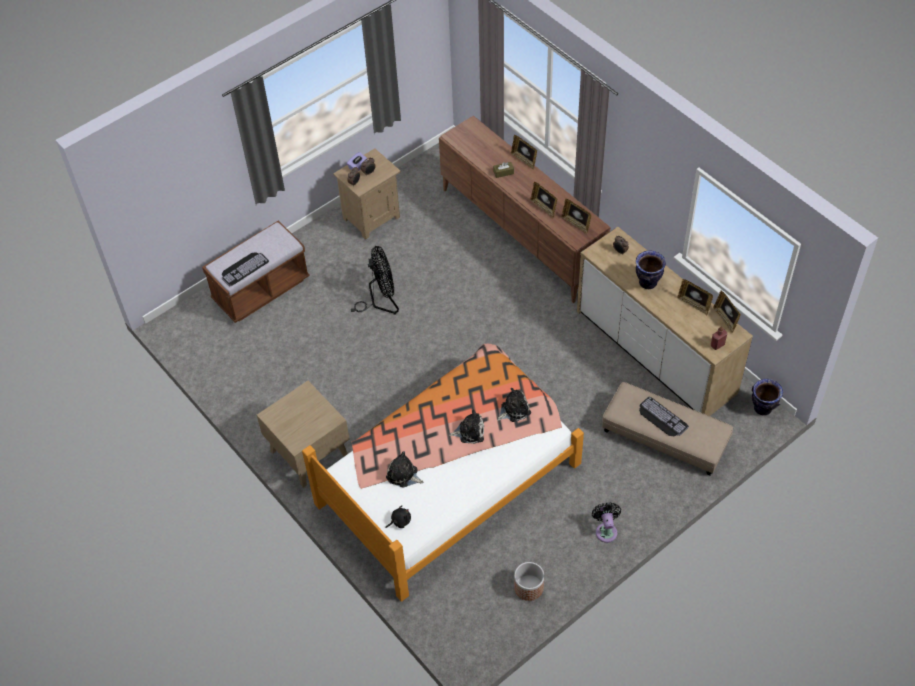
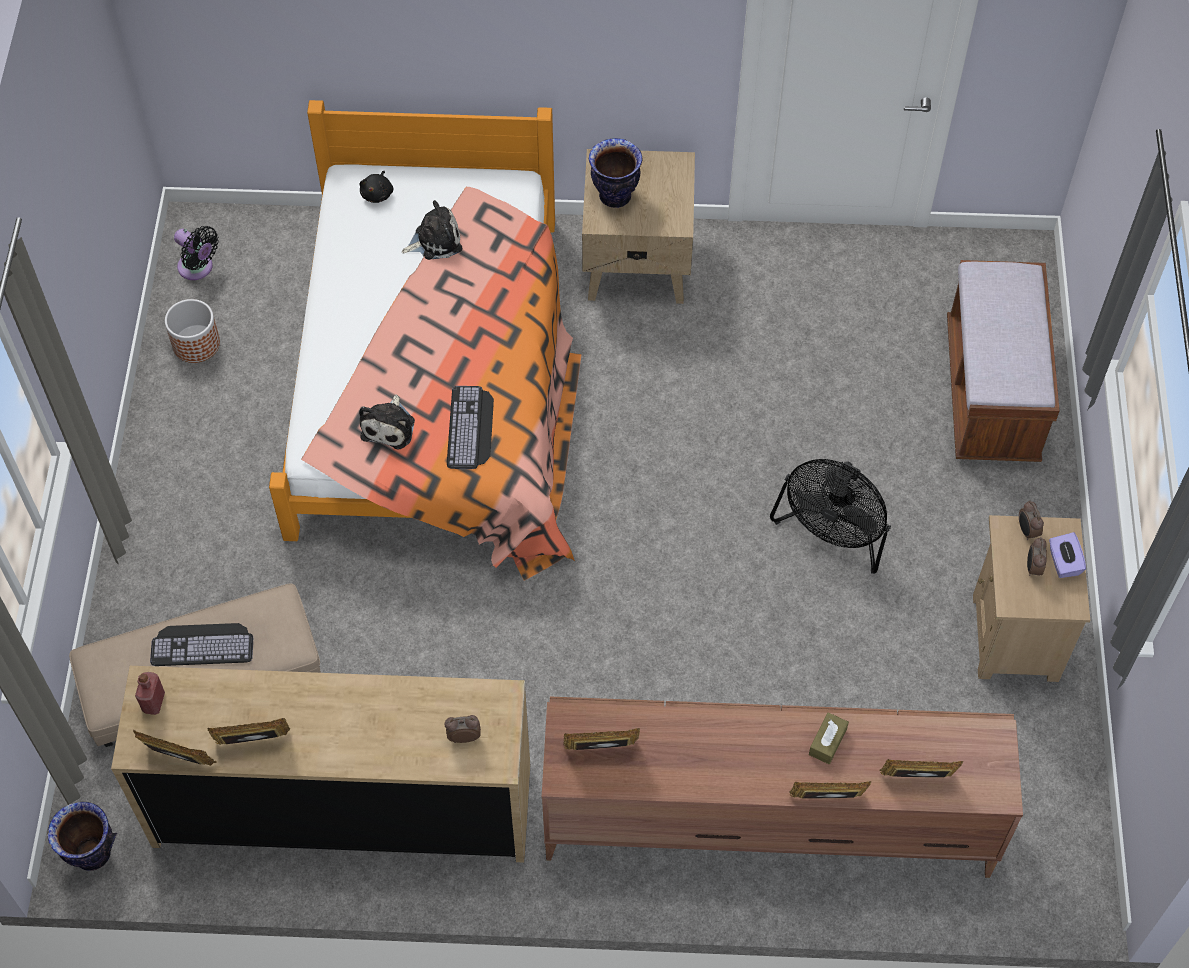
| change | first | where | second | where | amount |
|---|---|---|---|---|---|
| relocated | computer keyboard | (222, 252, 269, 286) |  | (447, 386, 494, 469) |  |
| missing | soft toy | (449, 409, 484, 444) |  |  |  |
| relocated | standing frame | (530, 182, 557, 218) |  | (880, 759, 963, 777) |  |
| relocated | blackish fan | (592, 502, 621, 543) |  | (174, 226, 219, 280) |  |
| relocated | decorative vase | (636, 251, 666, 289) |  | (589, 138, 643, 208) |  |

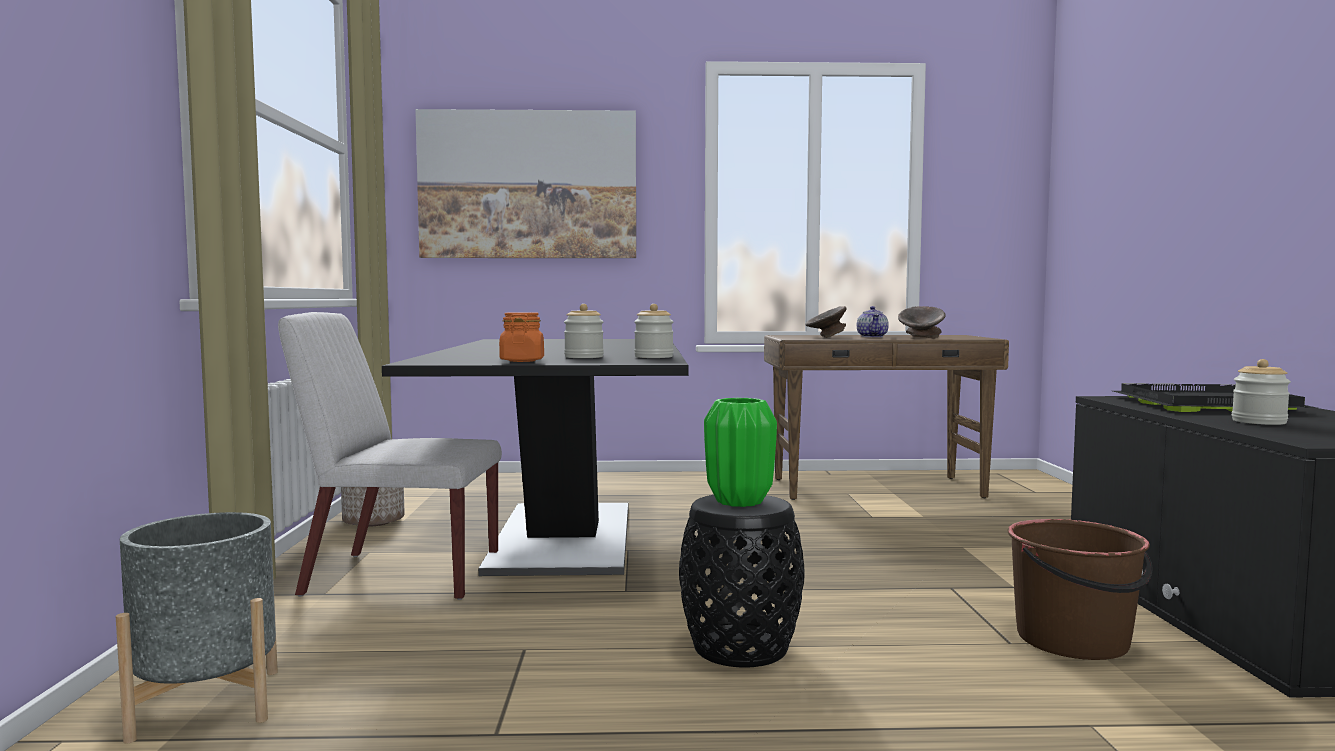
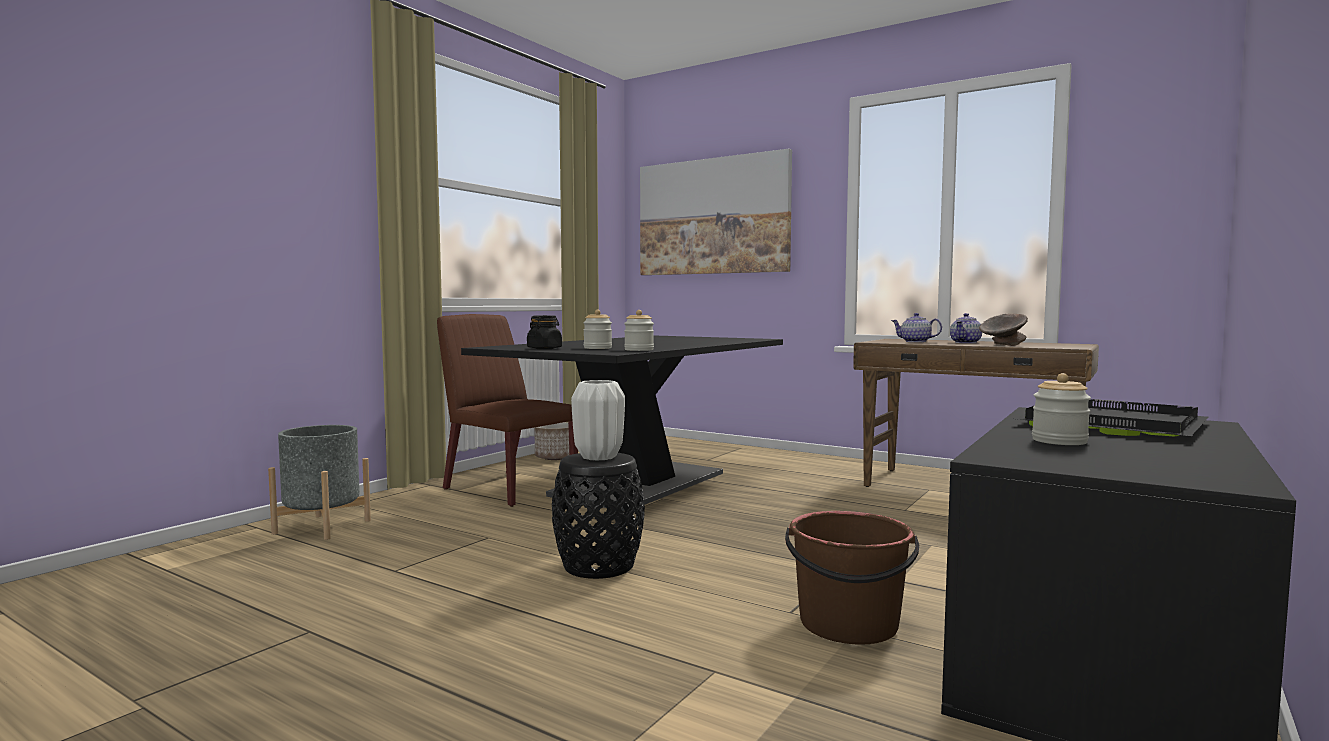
| change | first | where | second | where | amount |
|---|---|---|---|---|---|
| colour | white chair | (278, 312, 502, 600) | brown-coloured chair | (437, 314, 578, 507) |  |
| colour | orange-coloured jar | (499, 312, 544, 362) | blackish jar | (527, 315, 562, 349) |  |
| colour | green decorative vase | (704, 398, 777, 507) | white decorative vase | (571, 380, 625, 461) |  |
| exchanged | gray deep dish | (805, 306, 846, 338) | pot for tea | (891, 313, 942, 342) |  |

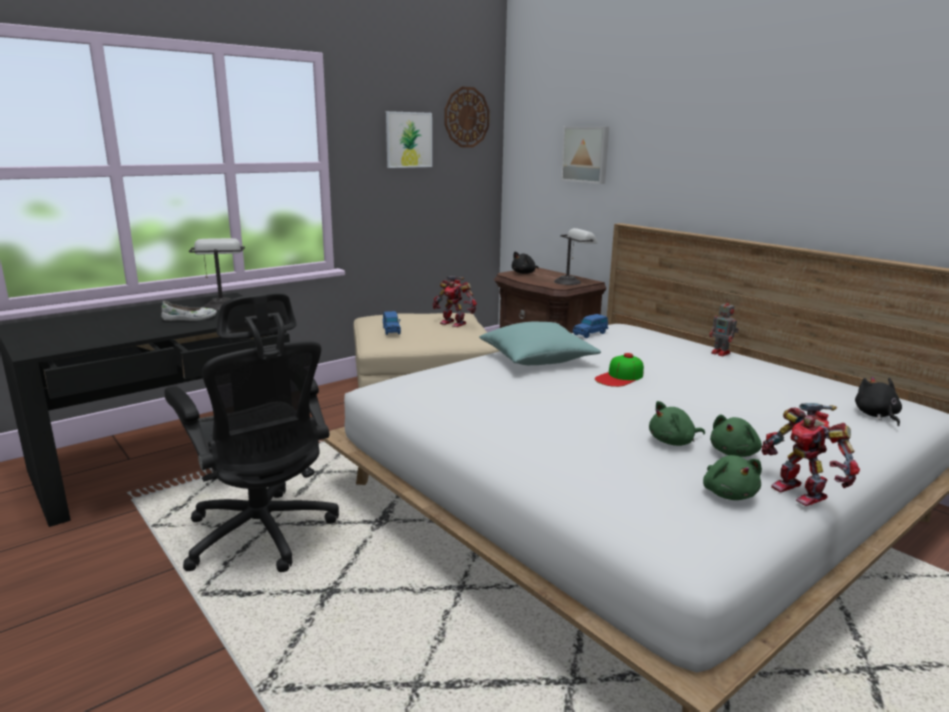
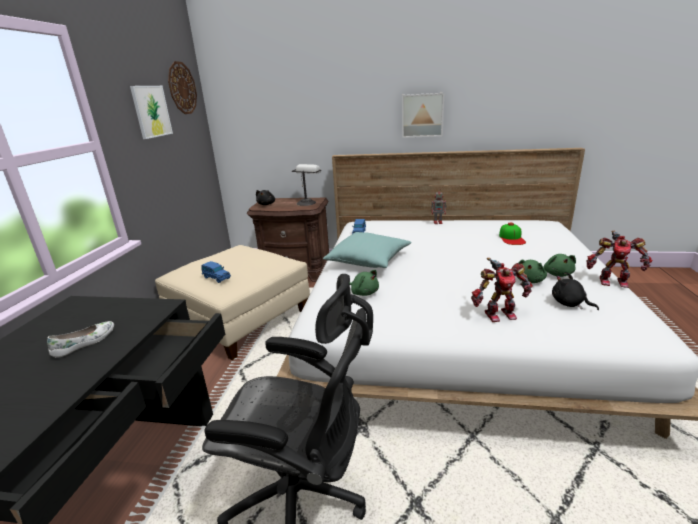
| change | first | where | second | where | amount |
|---|---|---|---|---|---|
| missing | tabletop lamp | (189, 238, 245, 310) |  |  |  |
| relocated | toy robot | (433, 276, 477, 327) |  | (471, 258, 532, 322) |  |
| relocated | wall picture | (561, 126, 609, 184) |  | (402, 93, 444, 138) |  |
| relocated | peaked cap | (595, 353, 644, 387) |  | (499, 223, 526, 245) |  |
| relocated | green soft toy | (703, 455, 762, 500) |  | (349, 270, 379, 296) |  |
| relocated | blackish soft toy | (855, 377, 902, 426) |  | (552, 273, 599, 310) |  |

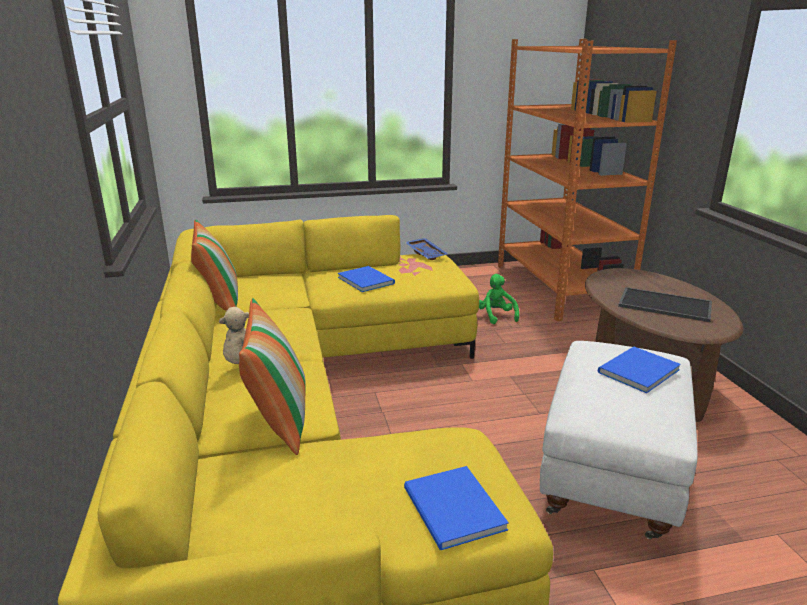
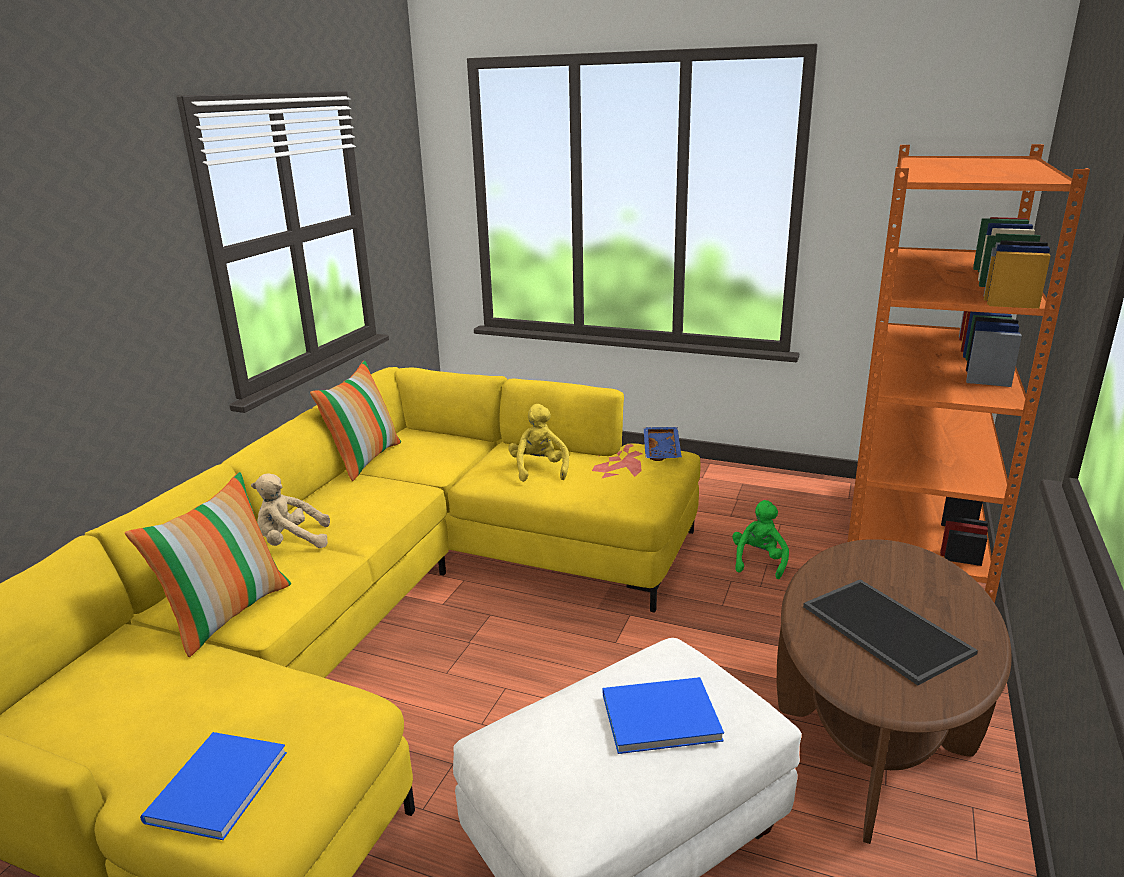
| change | first | where | second | where | amount |
|---|---|---|---|---|---|
| exchanged | blue book | (338, 266, 395, 292) | yellowish soft toy | (508, 404, 569, 482) |  |

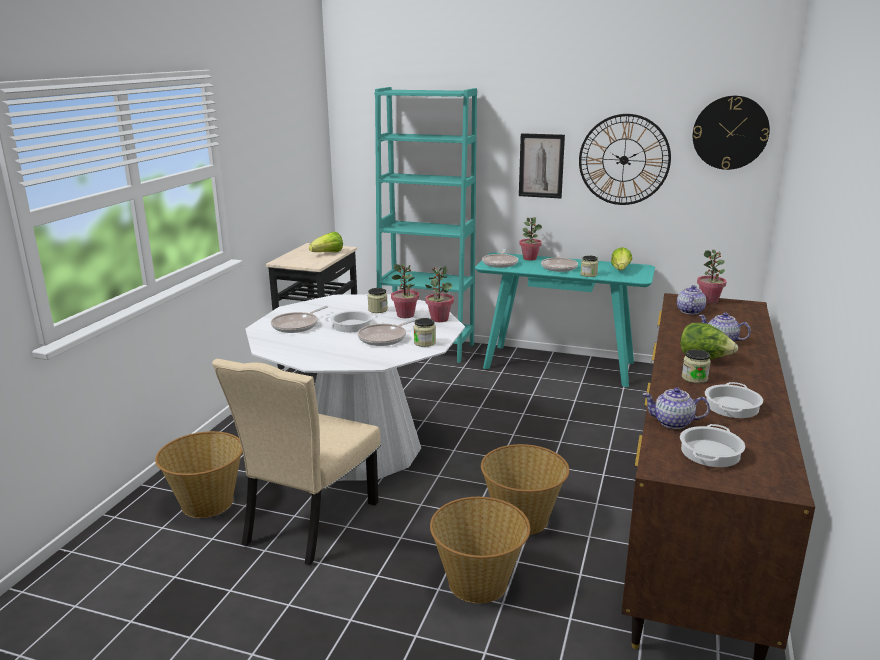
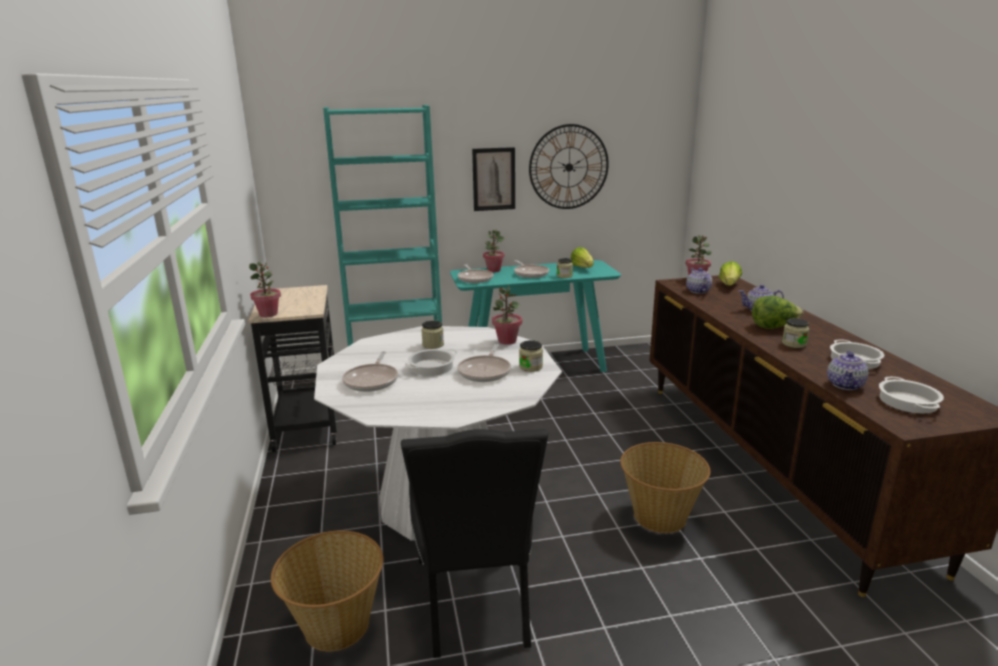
| change | first | where | second | where | amount |
|---|---|---|---|---|---|
| colour | sand-coloured chair | (212, 359, 381, 565) | blackish chair | (401, 429, 548, 658) |  |
| relocated | lettuce head | (309, 232, 343, 252) |  | (719, 261, 742, 285) |  |
| relocated | houseplant | (391, 263, 419, 318) |  | (249, 262, 281, 317) |  |
| missing | storage basket | (430, 497, 530, 604) |  |  |  |
| spun | pot for tea | (642, 387, 710, 429) |  | (827, 351, 869, 390) | 45 degrees counterclockwise |
| missing | hanging clock | (693, 96, 770, 170) |  |  |  |

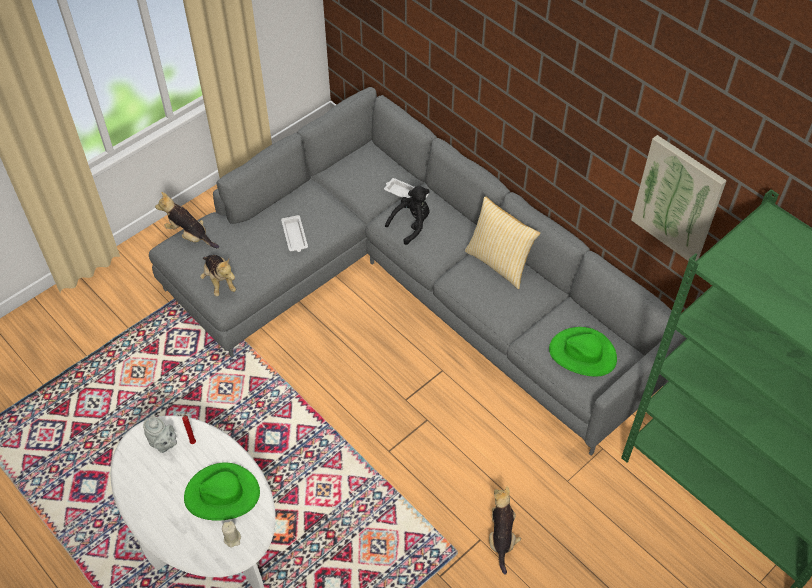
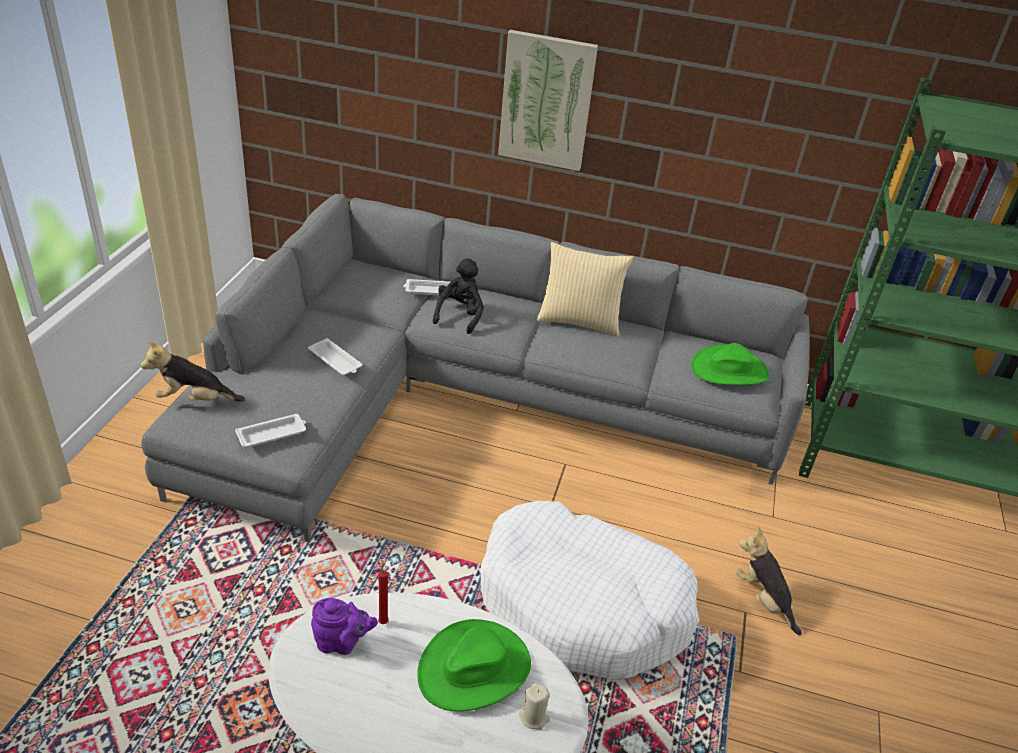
| change | first | where | second | where | amount |
|---|---|---|---|---|---|
| colour | gray pot for tea | (143, 416, 177, 453) | purple pot for tea | (311, 598, 378, 655) |  |
| exchanged | soft toy | (200, 255, 236, 296) | white serving tray | (235, 414, 306, 447) |  |
| relocated | wall picture | (631, 135, 727, 261) |  | (498, 30, 598, 171) |  |
| appeared |  |  | white pet bed | (481, 501, 700, 680) |  |

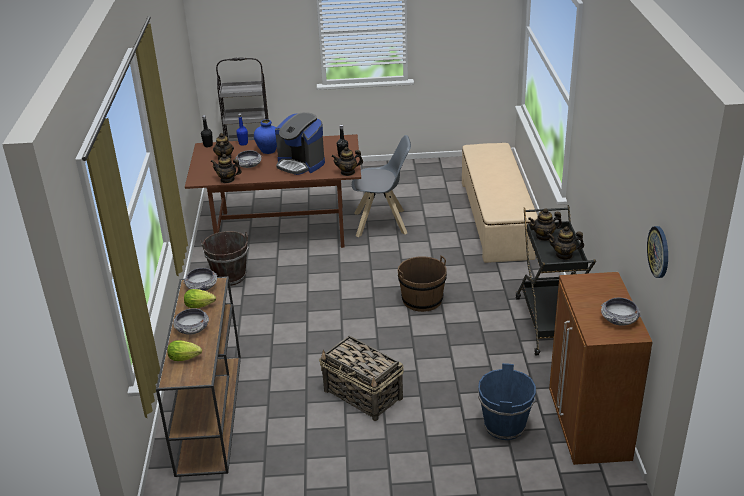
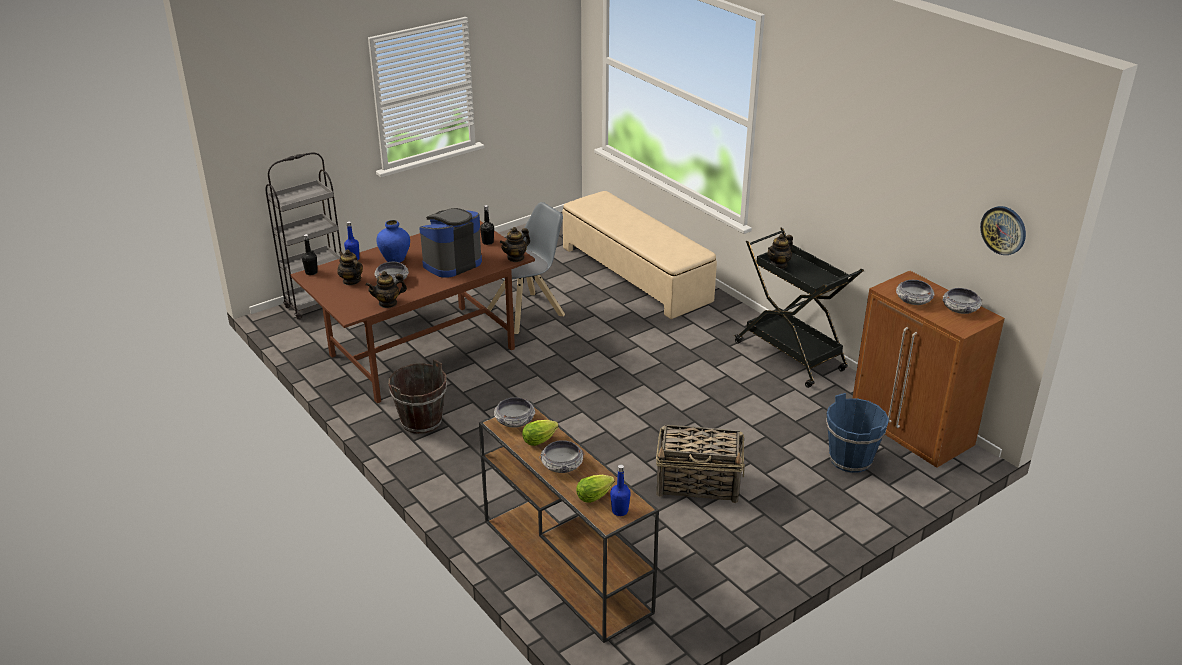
| change | first | where | second | where | amount |
|---|---|---|---|---|---|
| spun | coffee brewer | (275, 112, 325, 175) |  | (419, 208, 482, 278) | 135 degrees clockwise |
| missing | brown-coloured water bucket | (398, 255, 447, 312) |  |  |  |
| missing | pot for tea | (547, 226, 584, 260) |  |  |  |
| appeared |  |  | blue beverage bottle | (610, 464, 631, 516) |  |
| appeared |  |  | deep dish | (896, 280, 934, 305) |  |

